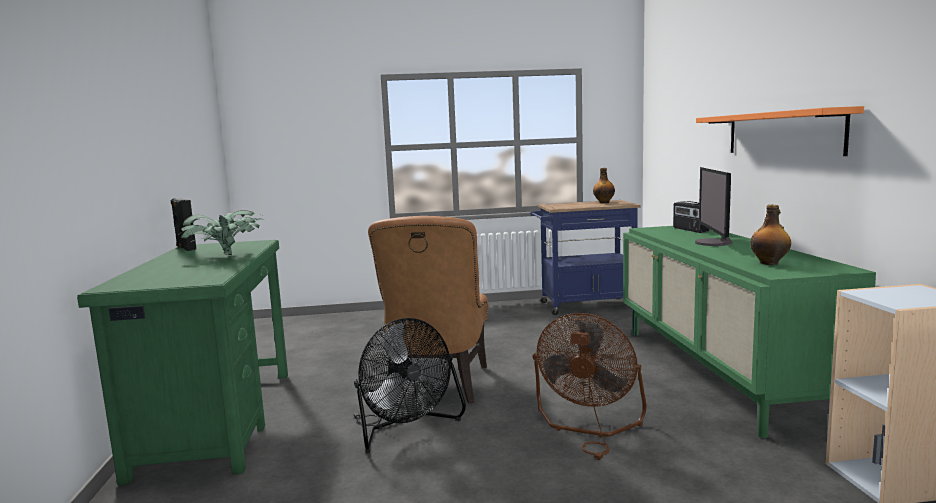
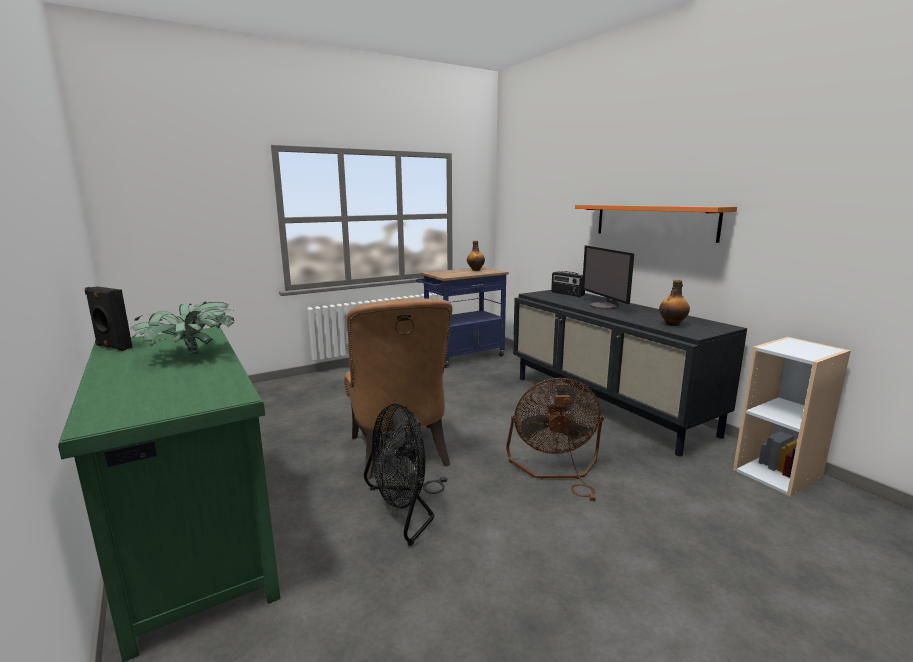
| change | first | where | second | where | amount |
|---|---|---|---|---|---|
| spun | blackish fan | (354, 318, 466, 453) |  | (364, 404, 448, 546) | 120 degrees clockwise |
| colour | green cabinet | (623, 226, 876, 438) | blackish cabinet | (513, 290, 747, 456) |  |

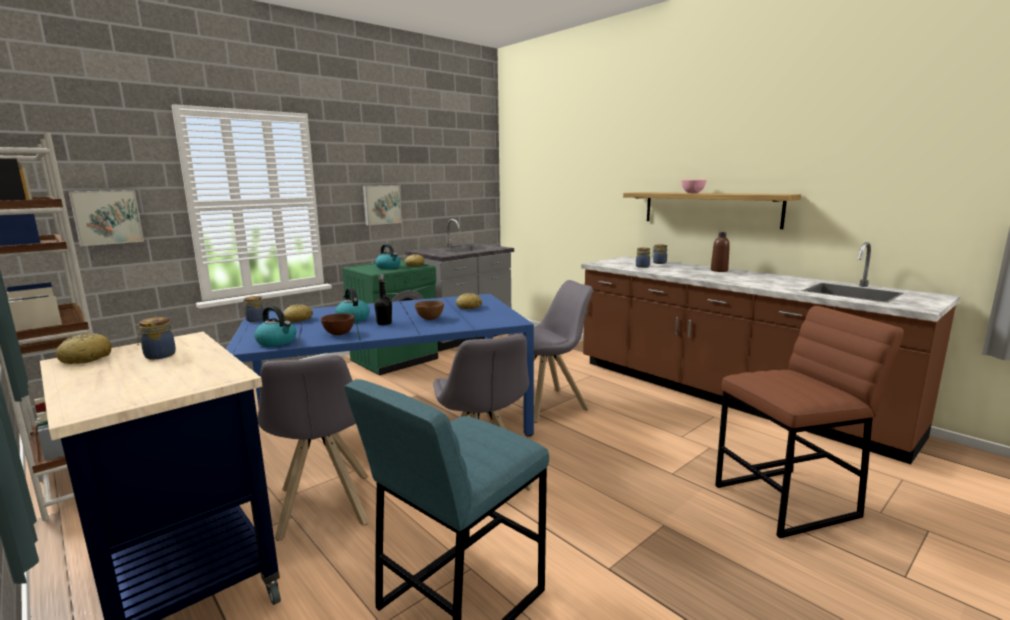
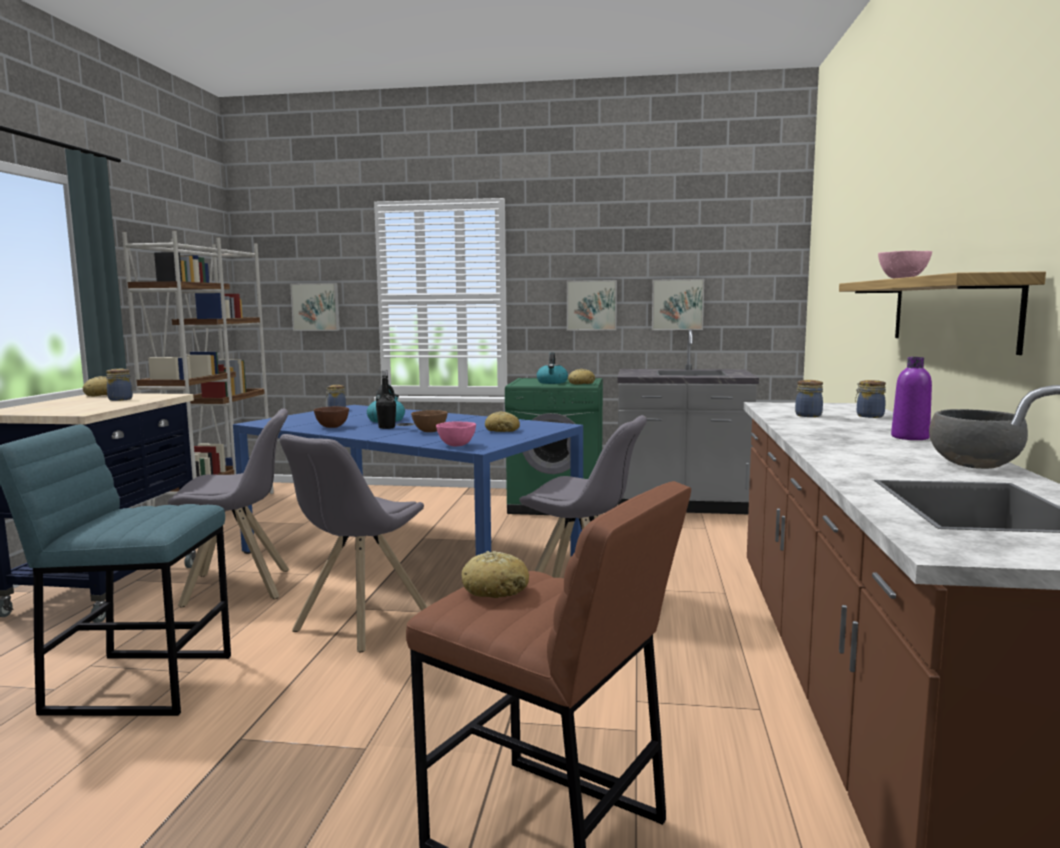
| change | first | where | second | where | amount |
|---|---|---|---|---|---|
| missing | water kettle | (254, 306, 296, 347) |  |  |  |
| spun | gray chair | (257, 355, 369, 541) |  | (168, 408, 289, 607) | 135 degrees counterclockwise |
| relocated | baked bread | (283, 304, 313, 322) |  | (462, 551, 529, 598) |  |
| colour | brown-coloured beverage bottle | (711, 232, 730, 272) | purple beverage bottle | (891, 357, 932, 440) |  |
| appeared |  |  | pink deep dish | (436, 421, 476, 446) |  |
| appeared |  |  | wall picture | (652, 279, 704, 330) |  |
| appeared |  |  | gray deep dish | (929, 409, 1028, 469) |  |

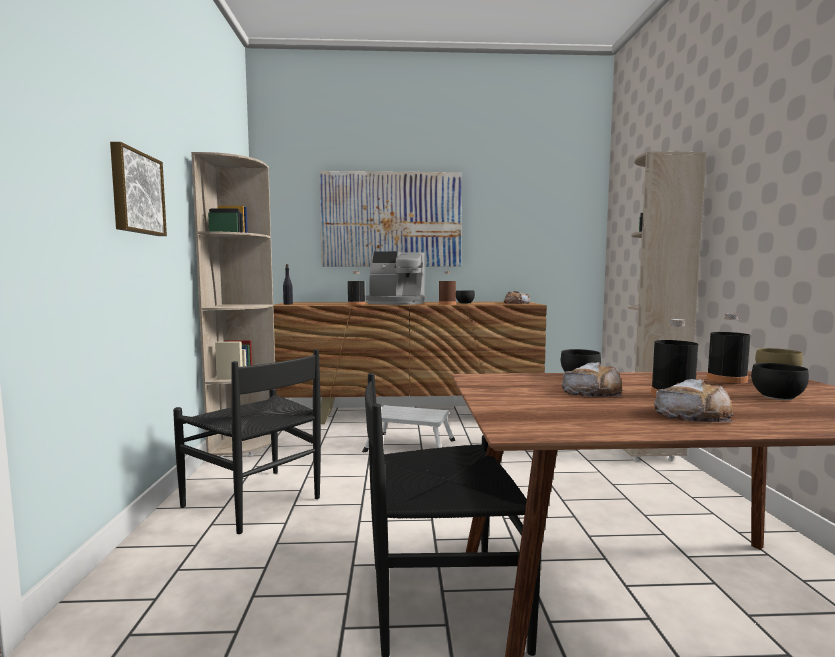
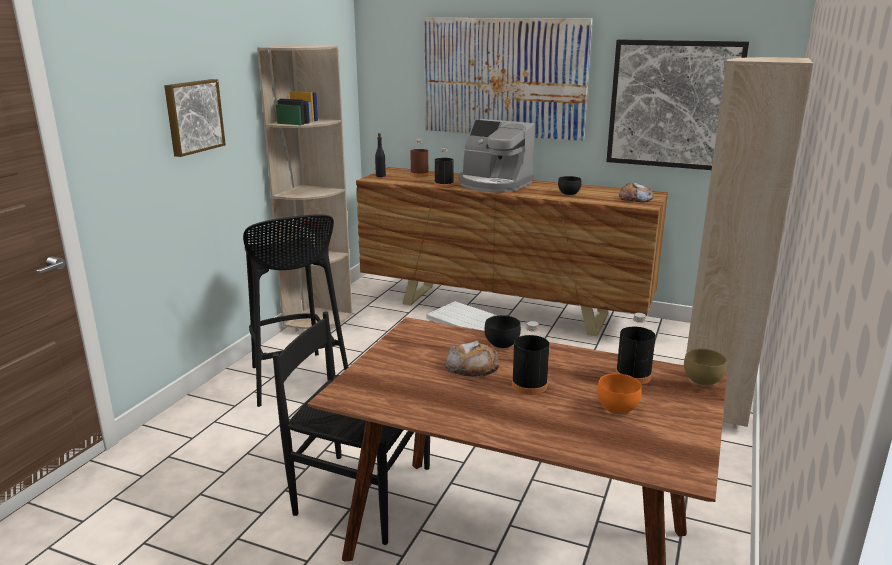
| change | first | where | second | where | amount |
|---|---|---|---|---|---|
| exchanged | blackish chair | (173, 349, 321, 534) | blackish sitting stool | (243, 214, 348, 407) |  |
| relocated | brown-coloured beverage bottle | (439, 271, 456, 305) |  | (410, 139, 429, 177) |  |
| missing | baked bread | (654, 379, 733, 422) |  |  |  |
| colour | blackish deep dish | (751, 363, 809, 400) | orange-coloured deep dish | (597, 373, 642, 415) |  |
| appeared |  |  | wall picture | (606, 39, 749, 170) |  |

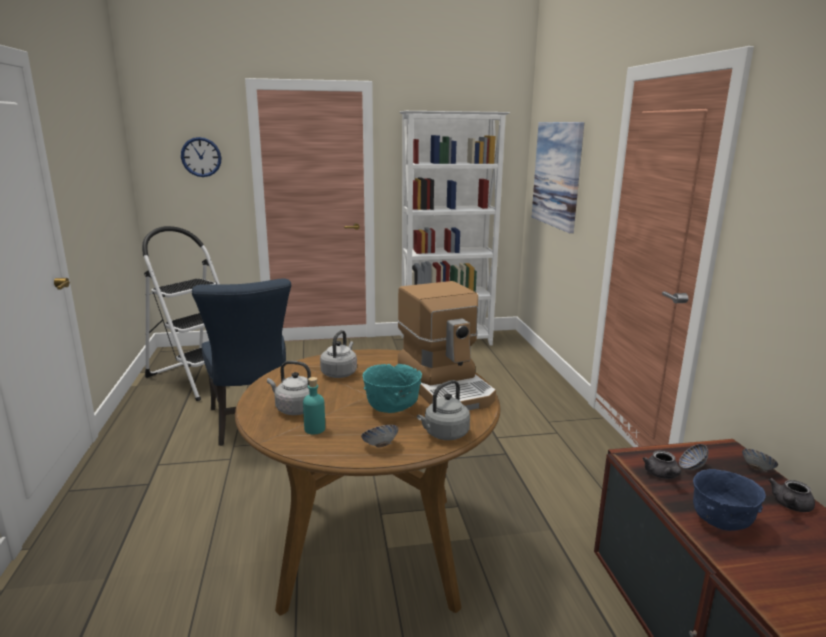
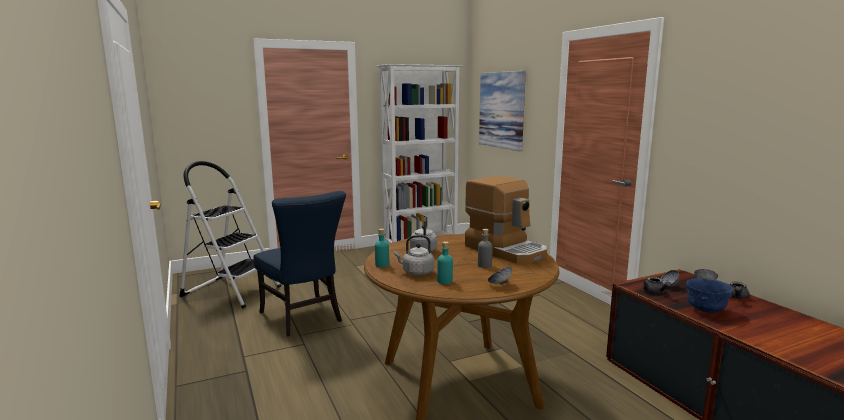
| change | first | where | second | where | amount |
|---|---|---|---|---|---|
| missing | hanging clock | (181, 137, 221, 177) |  |  |  |
| exchanged | turquoise-coloured deep dish | (363, 364, 422, 413) | gray beverage bottle | (478, 229, 492, 268) |  |
| missing | gray water kettle | (417, 380, 470, 440) |  |  |  |
| appeared |  |  | turquoise-coloured beverage bottle | (375, 228, 389, 268) |  |

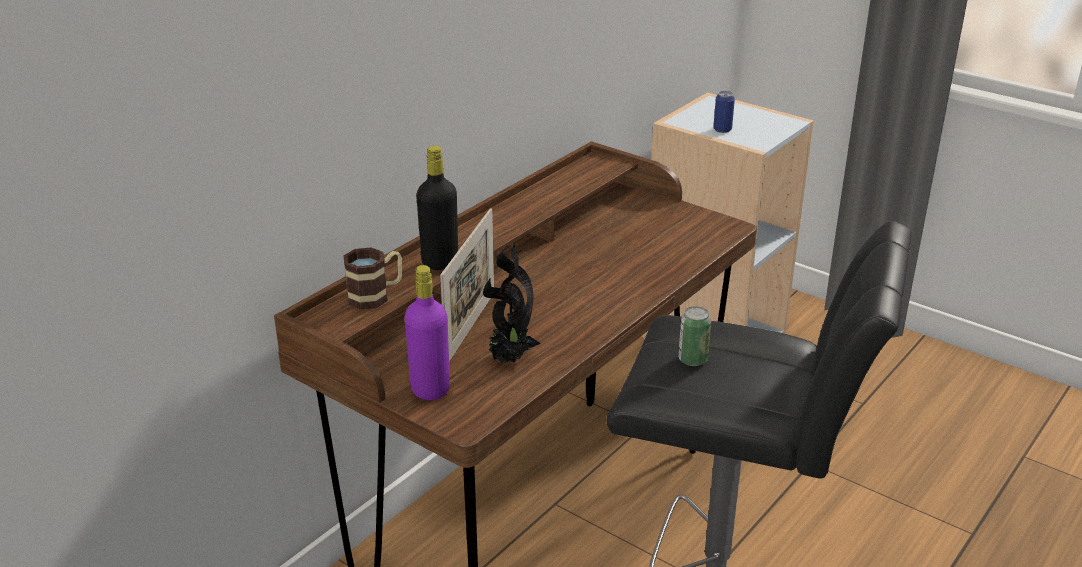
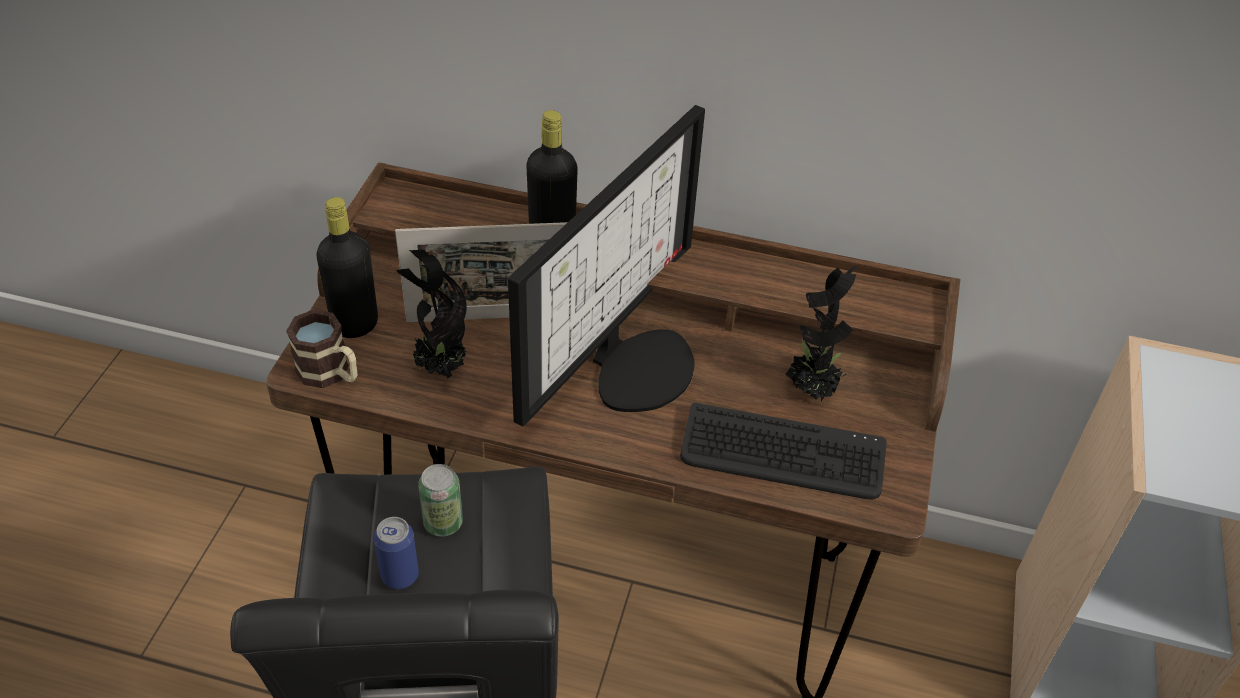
| change | first | where | second | where | amount |
|---|---|---|---|---|---|
| relocated | tea mug | (344, 248, 402, 310) |  | (286, 309, 358, 388) |  |
| colour | purple beverage bottle | (405, 265, 450, 400) | blackish beverage bottle | (316, 197, 378, 338) |  |
| relocated | can | (713, 91, 735, 133) |  | (374, 517, 419, 589) |  |
| appeared |  |  | computer display | (508, 105, 705, 427) |  |
| appeared |  |  | computer keyboard | (680, 403, 887, 499) |  |
| appeared |  |  | houseplant | (785, 265, 857, 401) |  |

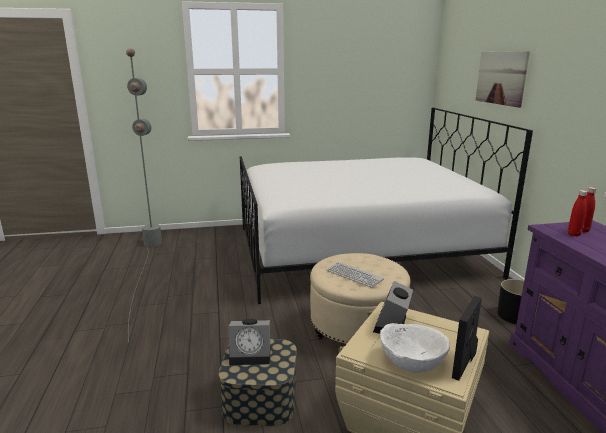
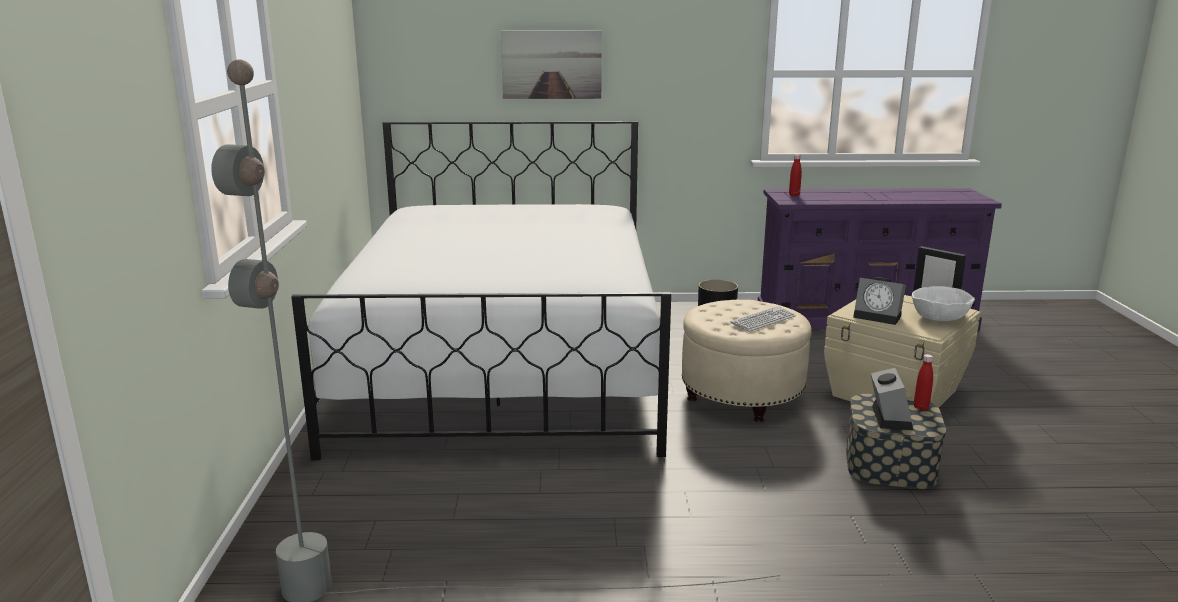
| change | first | where | second | where | amount |
|---|---|---|---|---|---|
| relocated | reddish beverage bottle | (568, 190, 587, 237) |  | (914, 354, 933, 410) |  |

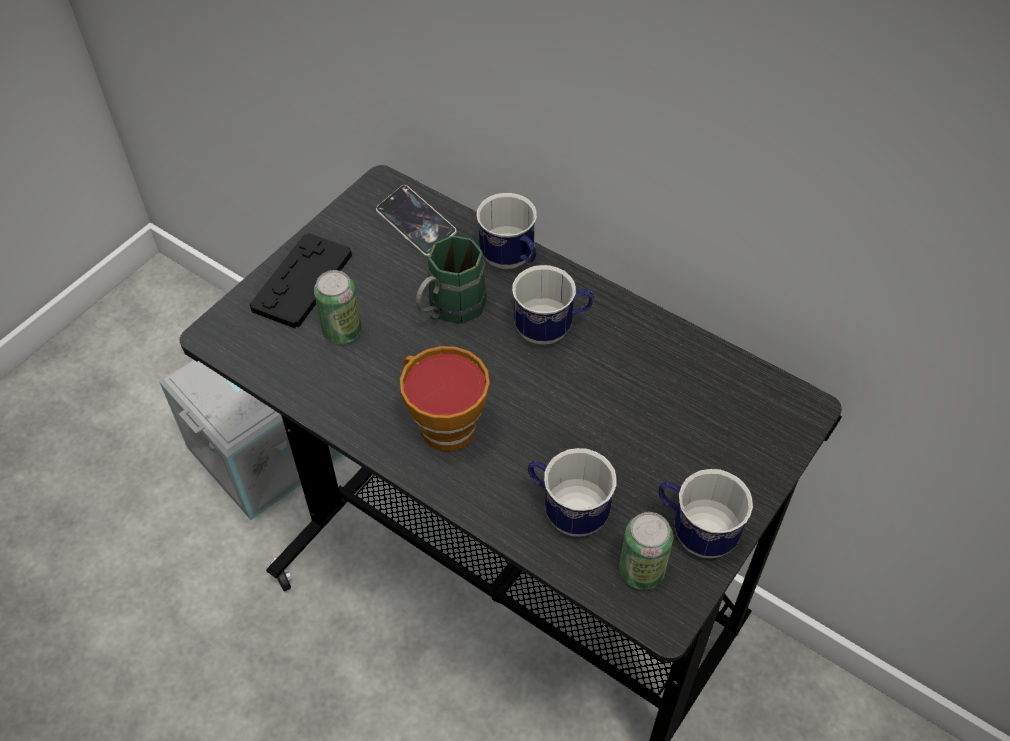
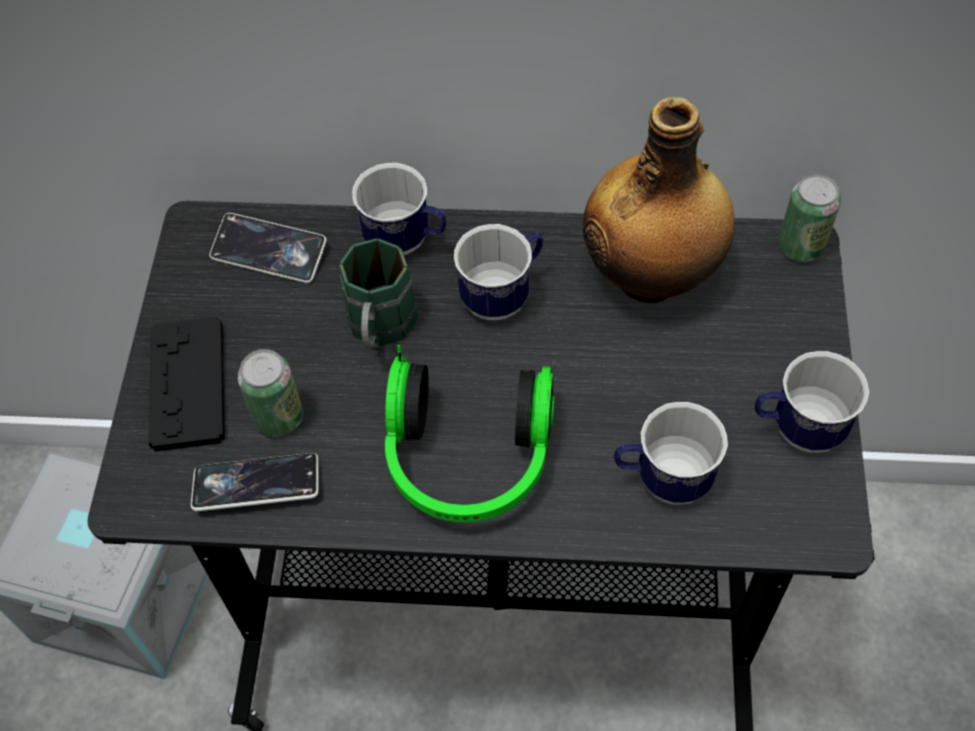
| change | first | where | second | where | amount |
|---|---|---|---|---|---|
| exchanged | small cup | (400, 346, 490, 452) | headset | (385, 345, 555, 522) |  |
| relocated | can | (619, 512, 673, 590) |  | (779, 174, 841, 262) |  |
| appeared |  |  | phone | (191, 453, 319, 511) |  |
| appeared |  |  | beverage bottle | (583, 97, 735, 303) |  |

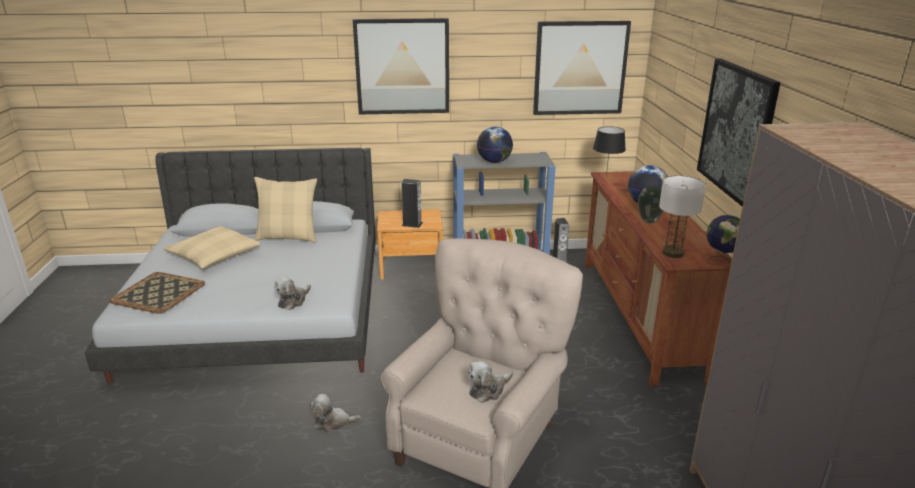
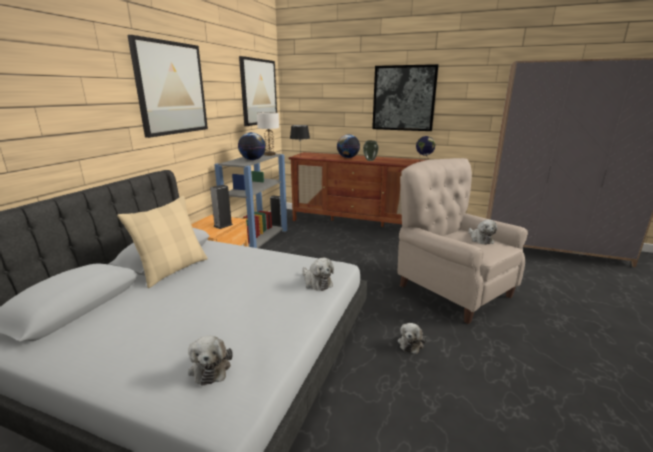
| change | first | where | second | where | amount |
|---|---|---|---|---|---|
| exchanged | serving tray | (110, 272, 205, 314) | soft toy | (188, 336, 233, 386) |  |
| missing | sand-coloured pillow | (163, 226, 261, 269) |  |  |  |
| relocated | tabletop lamp | (659, 175, 706, 258) |  | (257, 112, 279, 156) |  |

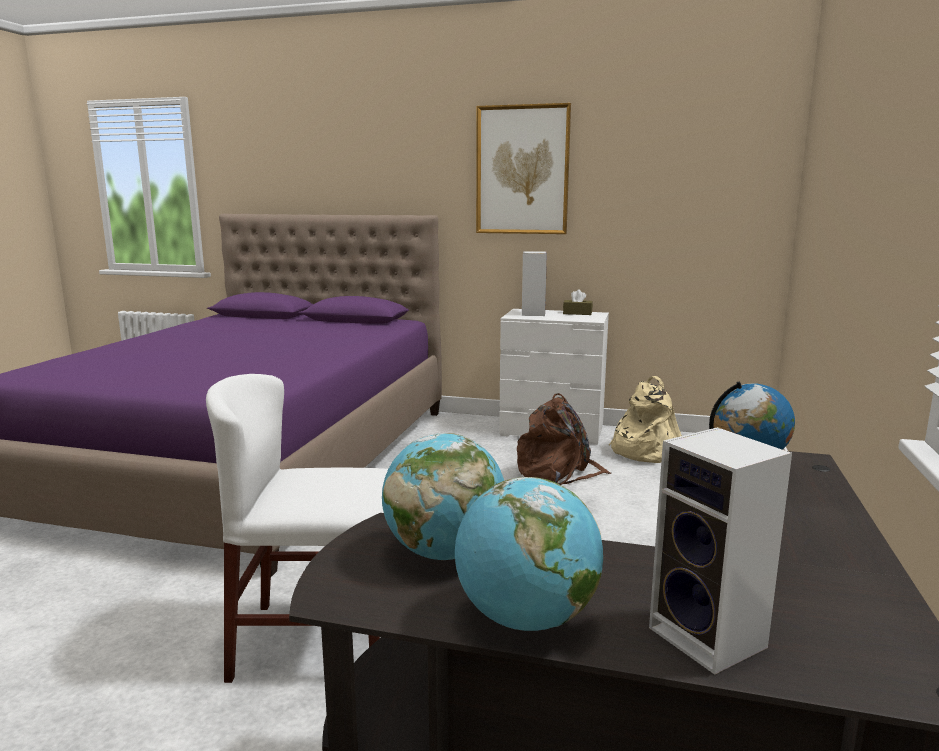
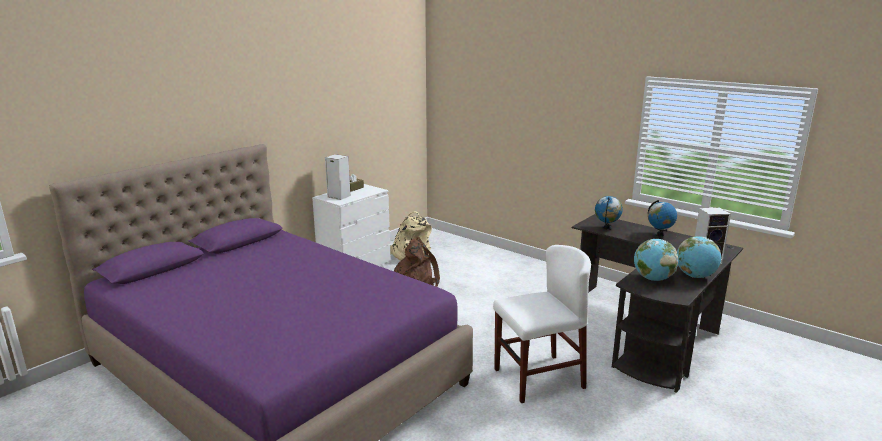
| change | first | where | second | where | amount |
|---|---|---|---|---|---|
| spun | white chair | (206, 374, 388, 683) |  | (493, 245, 591, 403) | 135 degrees counterclockwise |
| missing | wall picture | (476, 103, 571, 234) |  |  |  |
| appeared |  |  | desk globe | (648, 200, 677, 236) |  |

